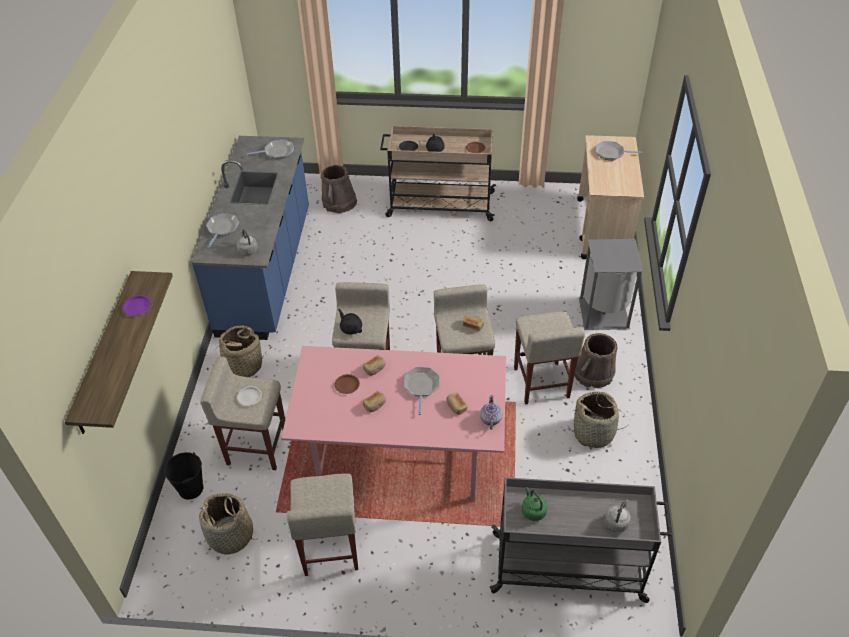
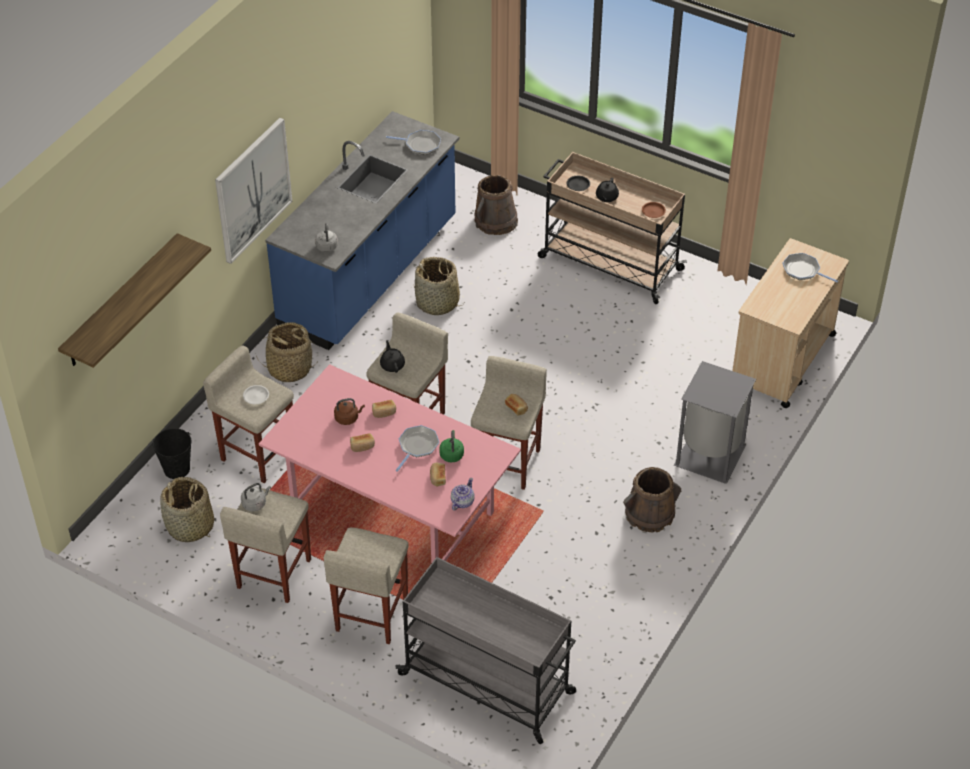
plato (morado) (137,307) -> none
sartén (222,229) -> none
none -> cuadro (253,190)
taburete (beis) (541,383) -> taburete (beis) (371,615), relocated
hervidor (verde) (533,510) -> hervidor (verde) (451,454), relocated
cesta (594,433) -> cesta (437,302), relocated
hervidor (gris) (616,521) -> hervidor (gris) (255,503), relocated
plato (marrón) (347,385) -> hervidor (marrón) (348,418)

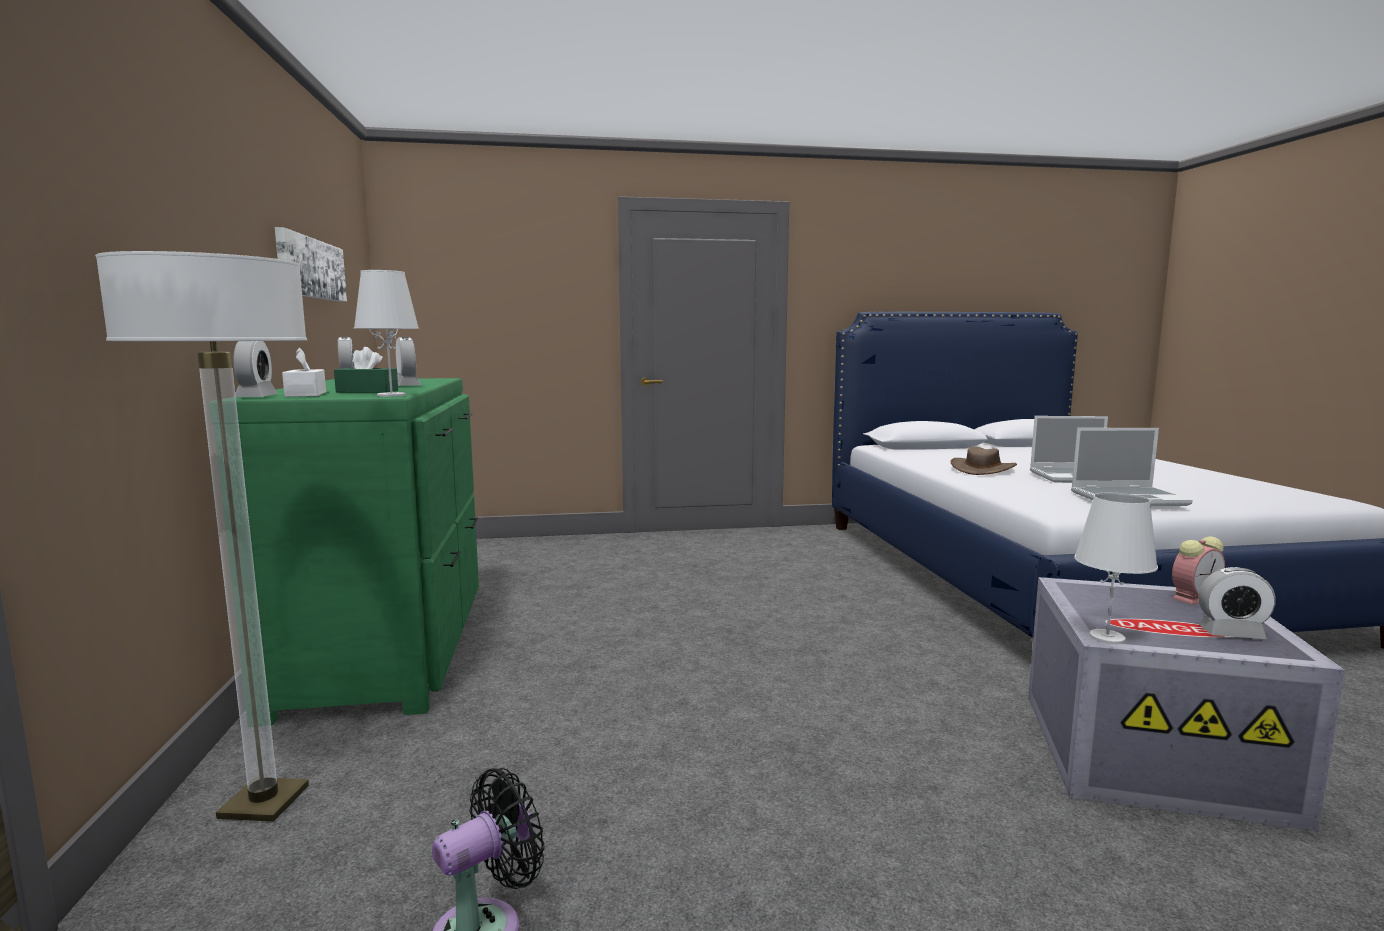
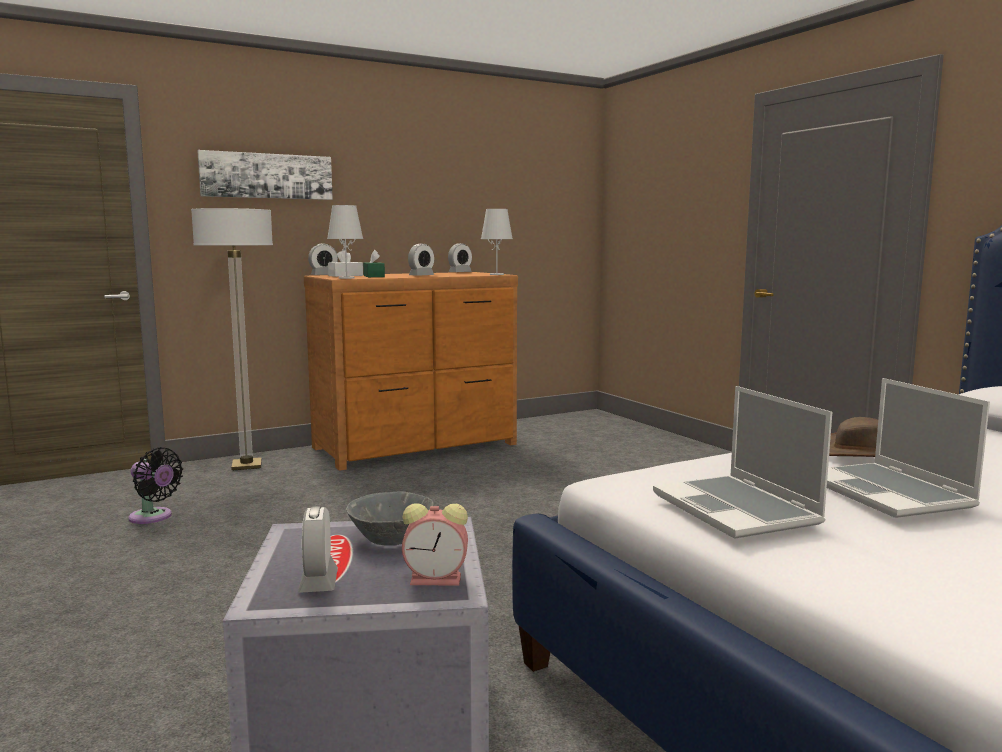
none -> cuenco (gris) (390,538)
cuadro (310,268) -> cuadro (267,176), relocated
lámpara de mesa (blanco) (1107,637) -> lámpara de mesa (blanco) (497,274), relocated
cómoda (verde) (389,647) -> cómoda (marrón) (417,446)
despertador (1194,598) -> despertador (438,579), 45 degrees counterclockwise

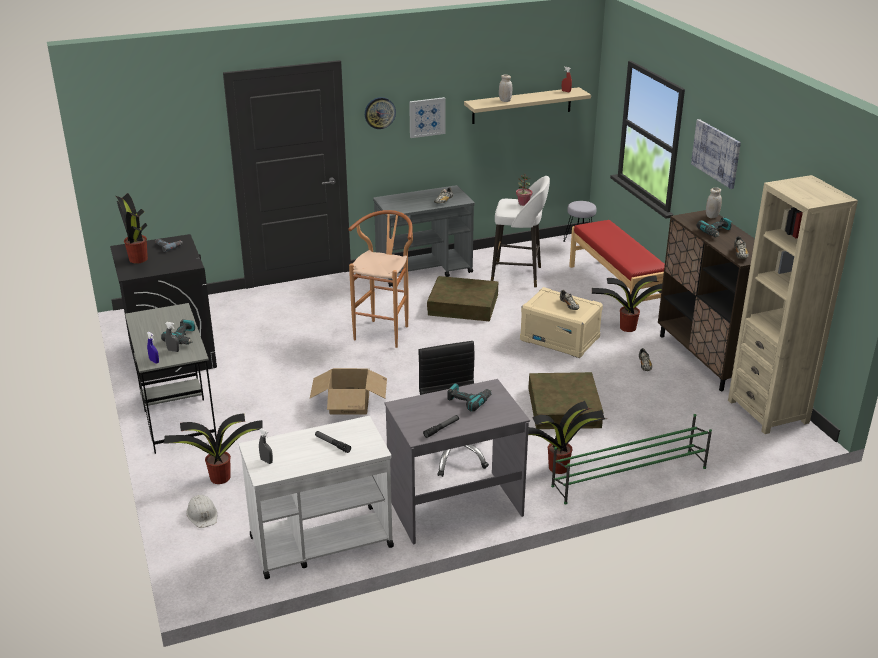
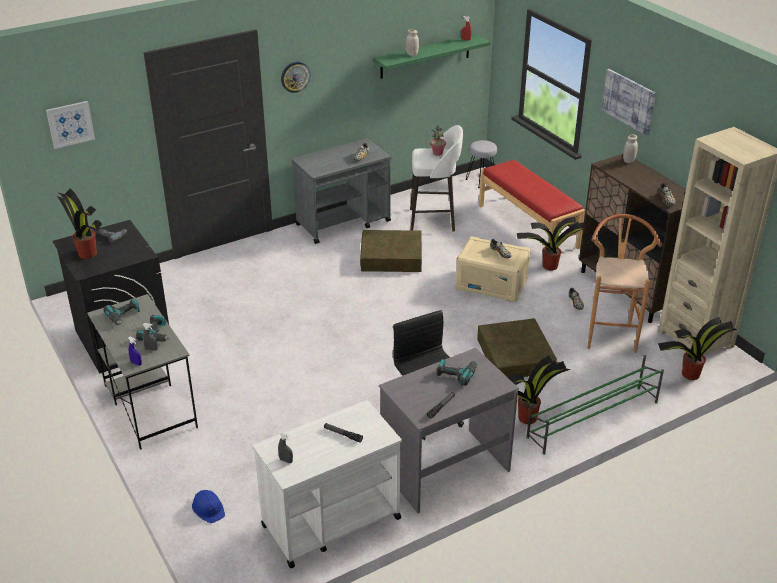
caja de cartón (350,403) -> none
planta en maceta (218,478) -> planta en maceta (689,374), relocated
taburete (marrón) (385,330) -> taburete (marrón) (611,333), relocated
cuadro (427,117) -> cuadro (70,124), relocated
taladro (716,232) -> taladro (124,316), relocated
casco (blanco) (202,514) -> casco (azul) (208,508)
estante (beis) (522,105) -> estante (verde) (425,56)

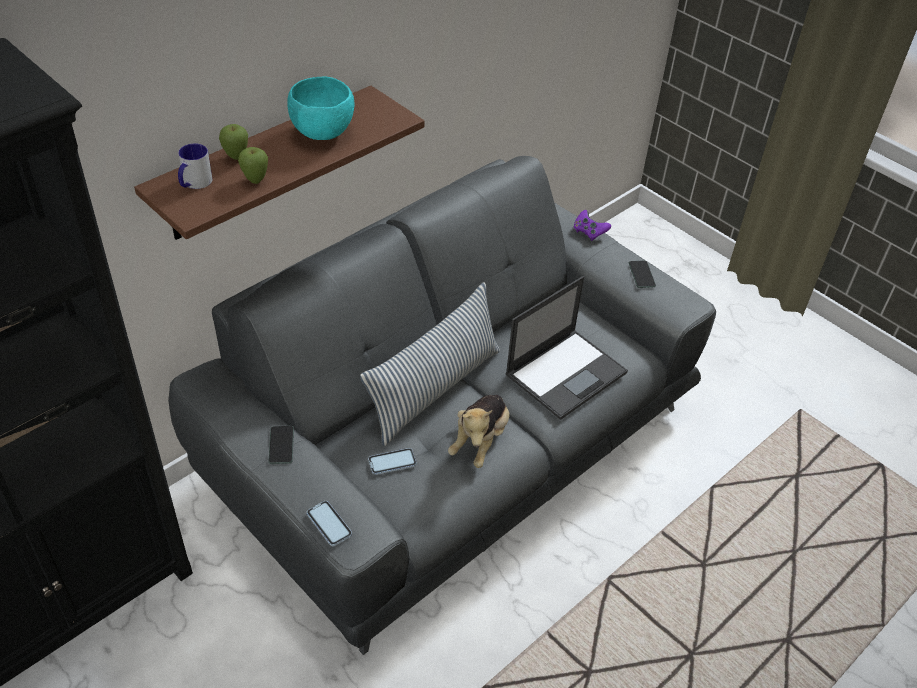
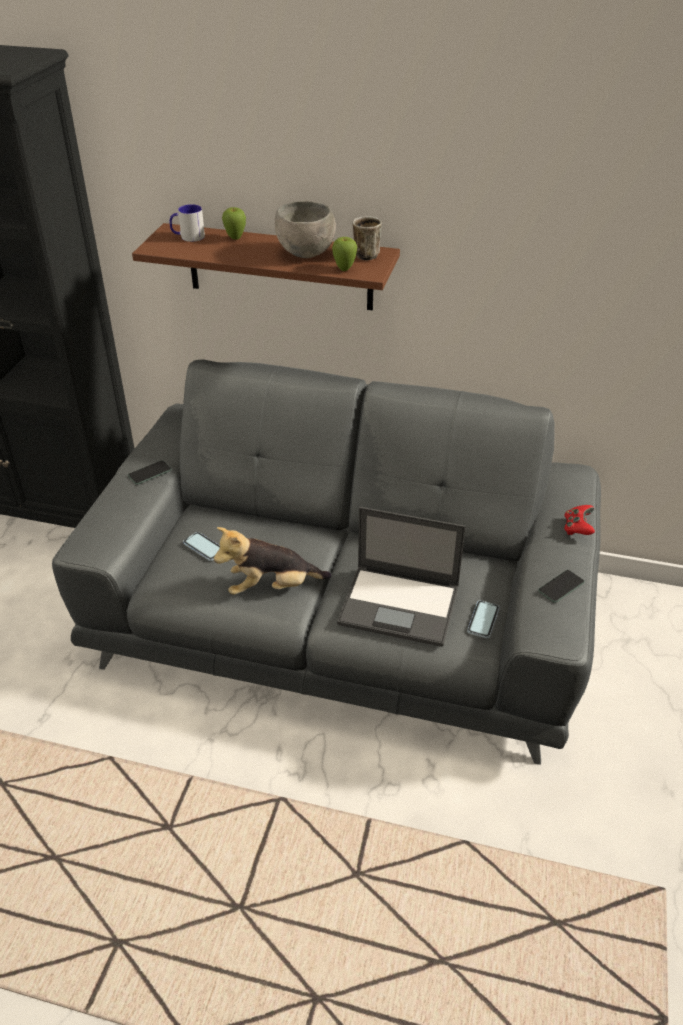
cojín (434,389) -> none
none -> taza grande (367,254)
manzana (255,181) -> manzana (344,269), relocated
móvil (329,524) -> móvil (483,620), relocated
cuenco (turquesa) (323,133) -> cuenco (gris) (306,254)
mando de consola (morado) (589,232) -> mando de consola (rojo) (577,528)

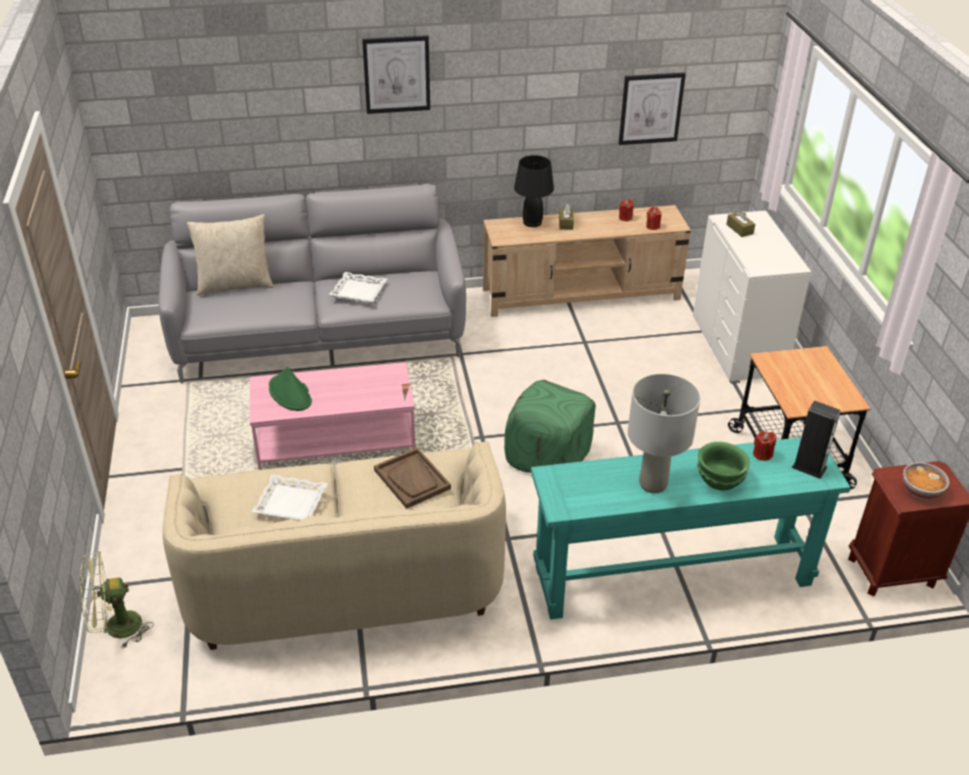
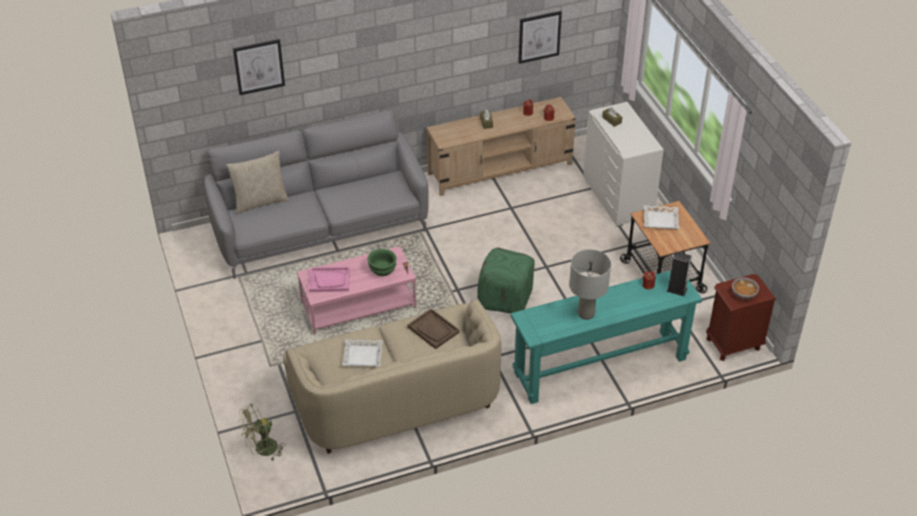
lámpara de mesa (negro) (532,222) -> none
bandeja (blanco) (358,292) -> bandeja (blanco) (660,220), relocated
cuadro (396,74) -> cuadro (259,66), relocated
cuenco (verde) (719,478) -> cuenco (verde) (382,269), relocated
sombrero (verde) (290,394) -> bandeja (rosa) (329,280)

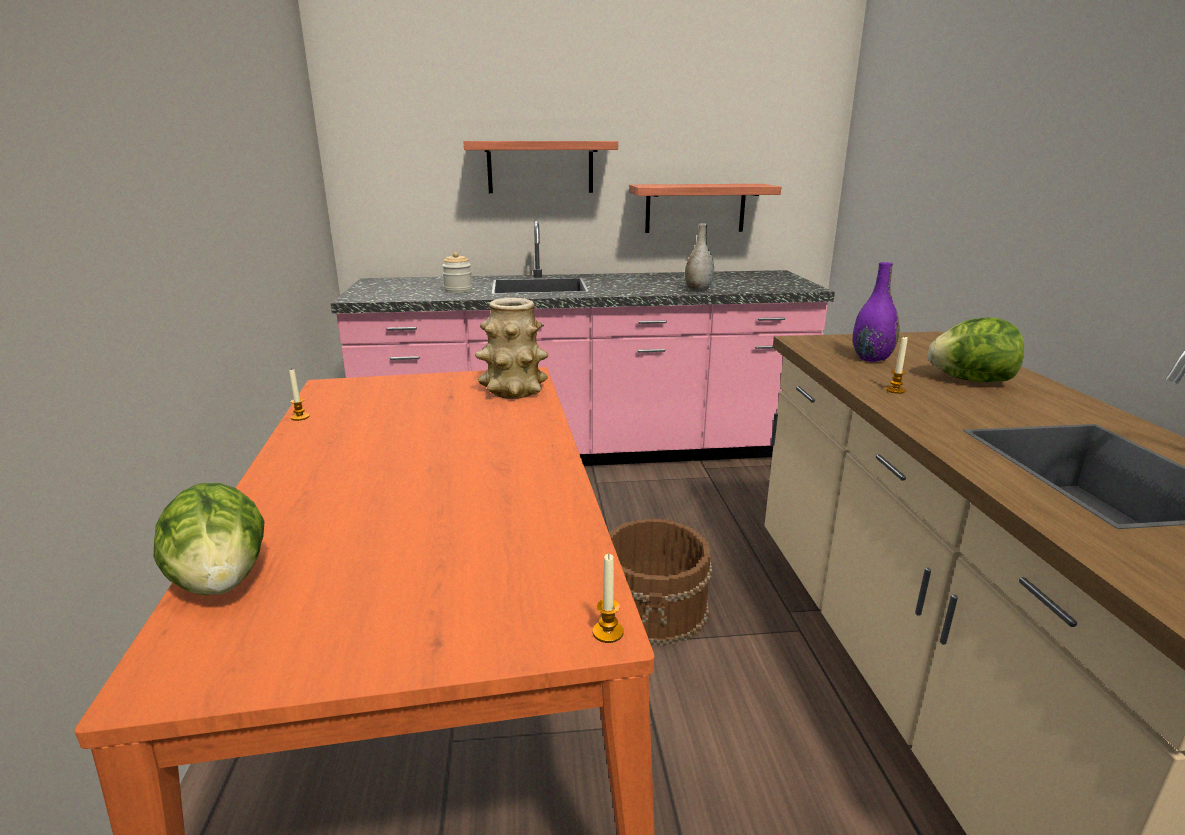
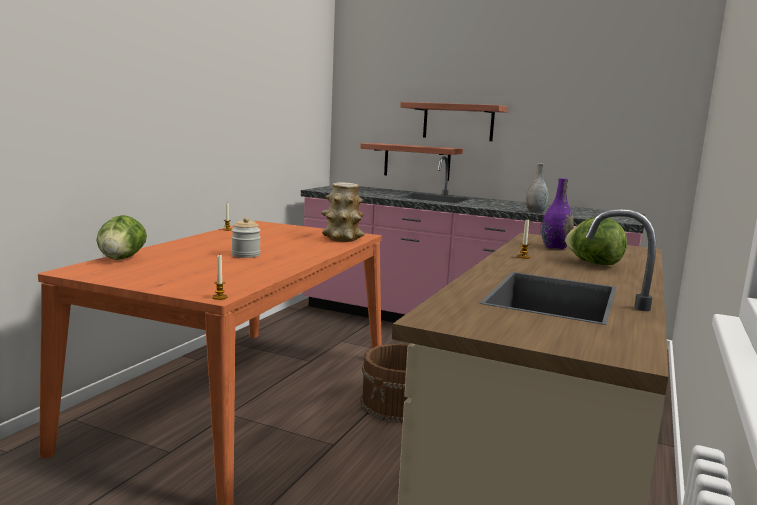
tarro (458,290) -> tarro (246,255), relocated
estante (695,208) -> estante (417,161), relocated

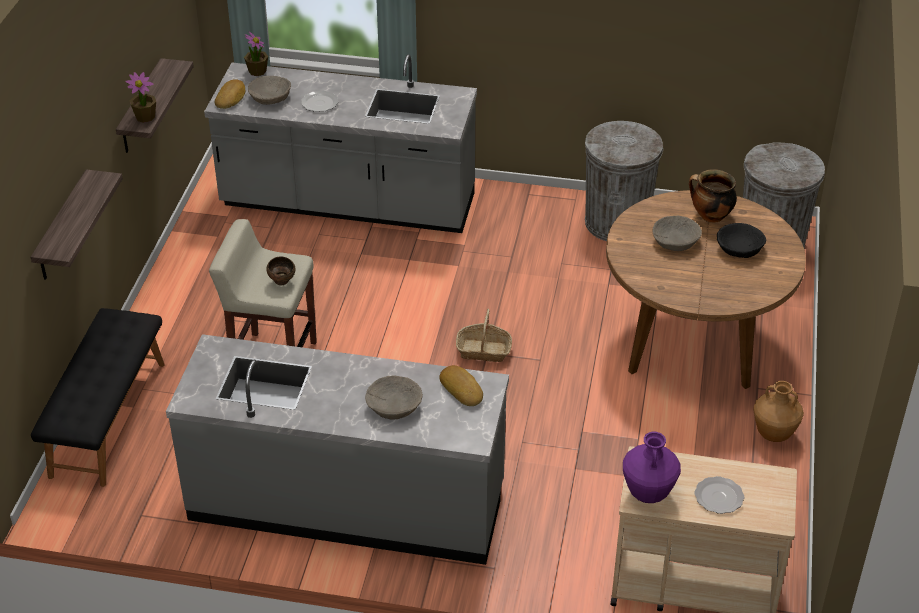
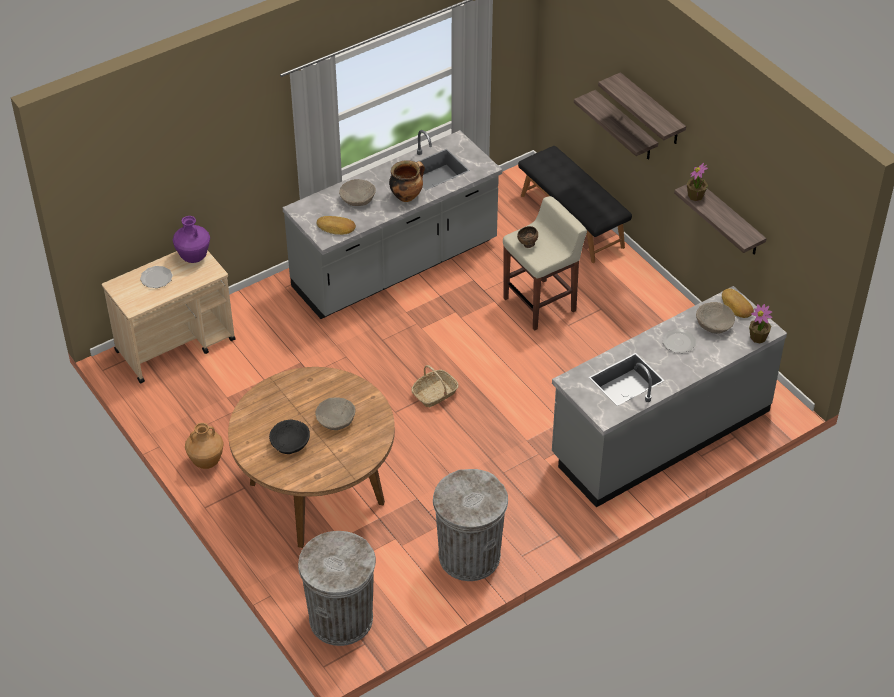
none -> estante (651,110)
olla (710,216) -> olla (407,196), relocated

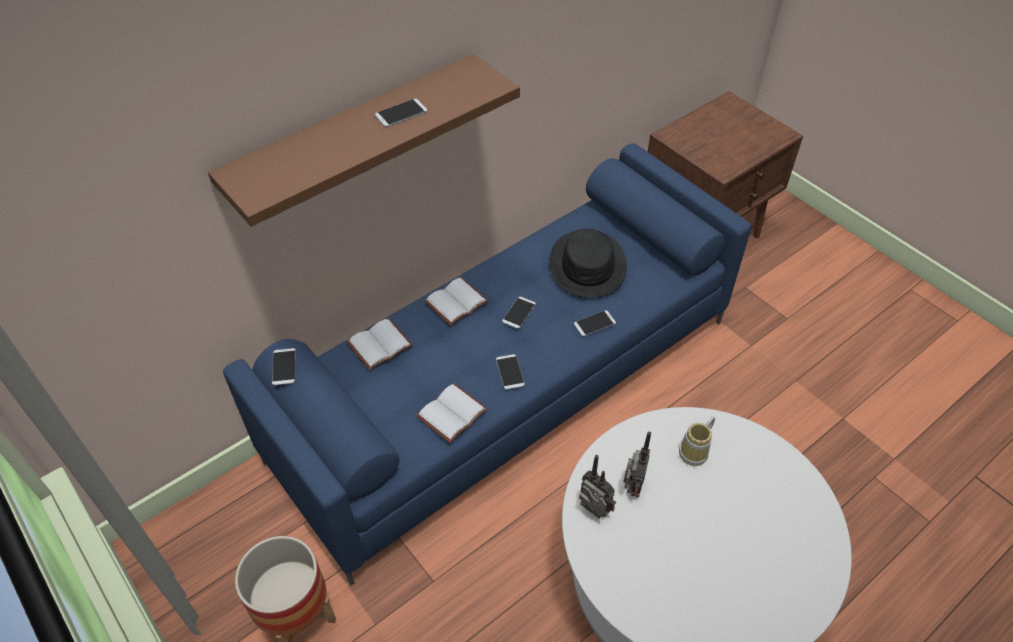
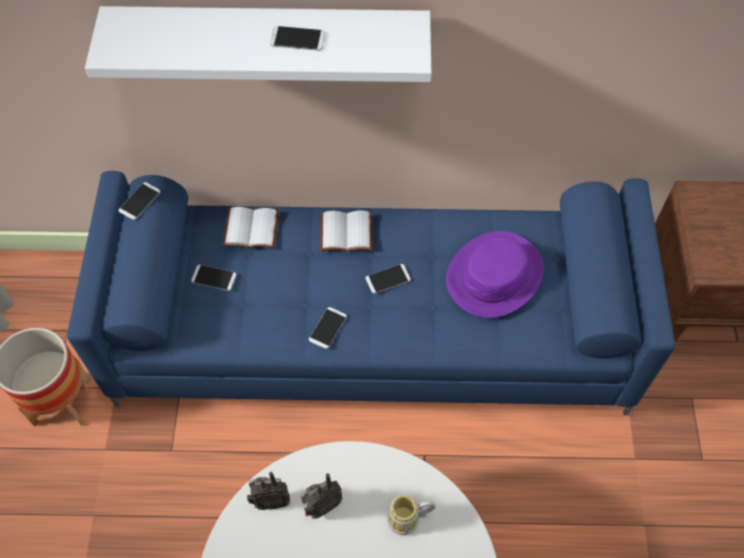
libro (blanco) (452,415) -> none
móvil (594,323) -> móvil (214,278), relocated
estante (marrón) (355,139) -> estante (blanco) (268,38)
sombrero (negro) (588,265) -> sombrero (morado) (494,275)
radio (593,513) -> radio (271,501), 90 degrees clockwise

